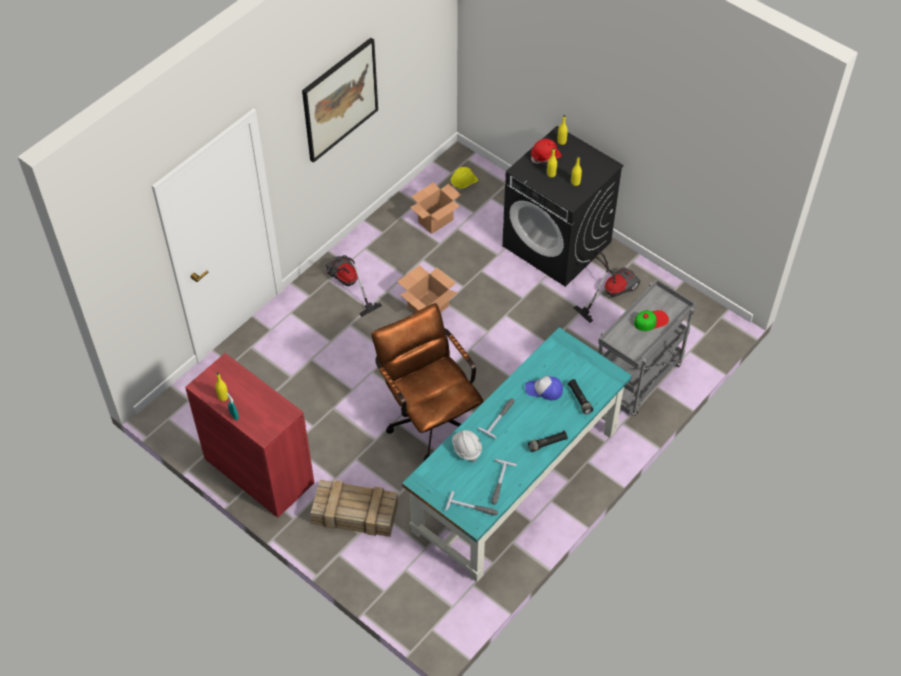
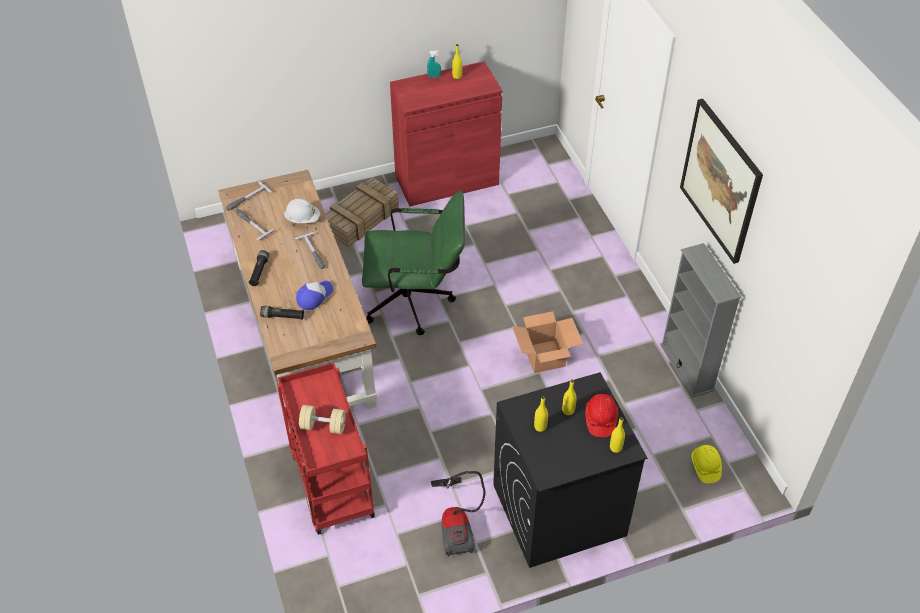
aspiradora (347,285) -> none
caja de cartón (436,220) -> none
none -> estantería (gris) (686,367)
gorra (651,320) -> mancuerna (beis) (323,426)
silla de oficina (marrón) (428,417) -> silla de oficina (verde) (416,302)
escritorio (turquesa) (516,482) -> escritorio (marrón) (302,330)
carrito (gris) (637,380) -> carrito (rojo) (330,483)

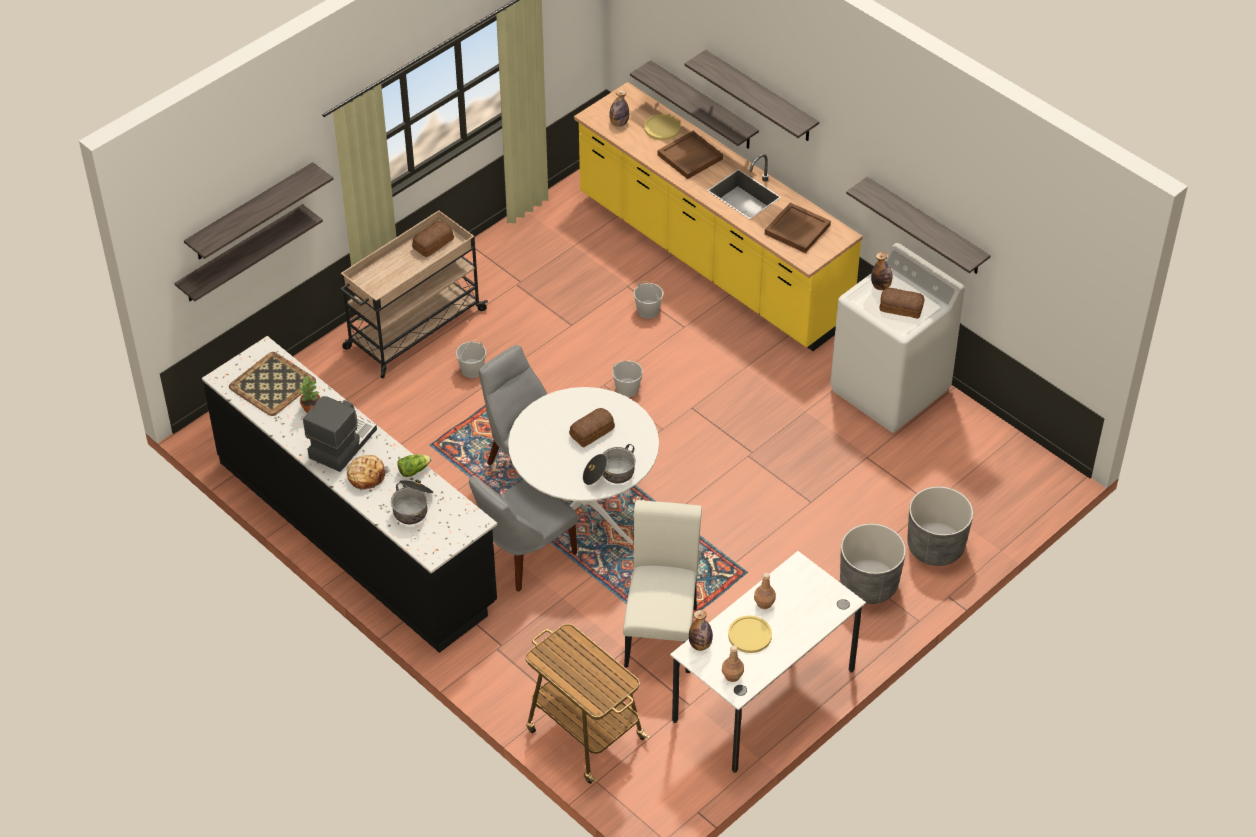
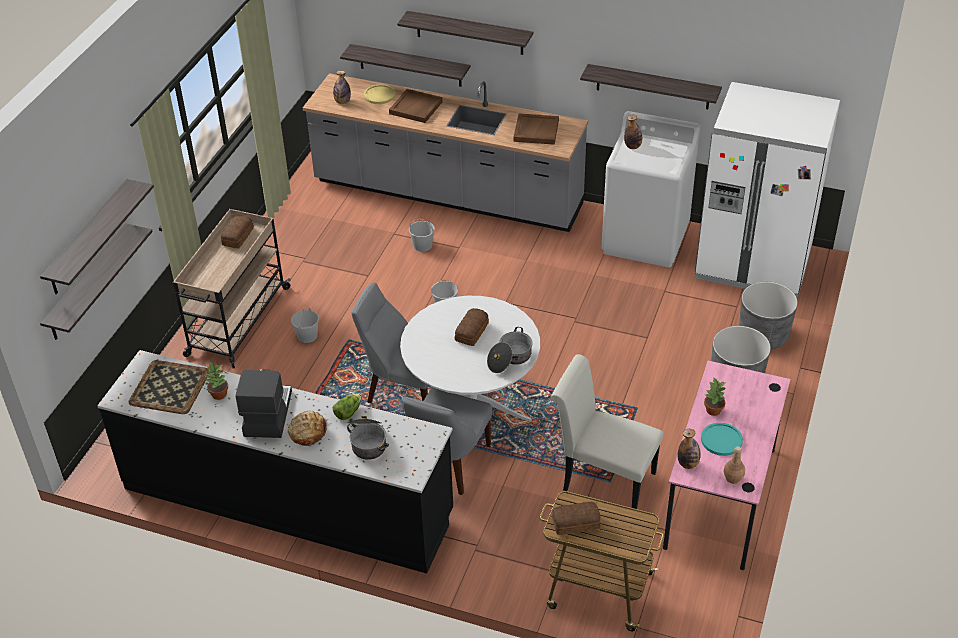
none -> nevera (blanco) (753,263)
pan (900,307) -> pan (575,522), relocated
botella (marrón) (764,603) -> planta en maceta (713,410)
mueble bajo de cocina (amarillo) (711,260) -> mueble bajo de cocina (gris) (447,195)
escritorio (blanco) (763,695) -> escritorio (rosa) (720,497)
plato (amarillo) (749,635) -> plato (turquesa) (721,440)
silla (blanco) (662,630) -> silla (blanco) (602,479), 45 degrees counterclockwise

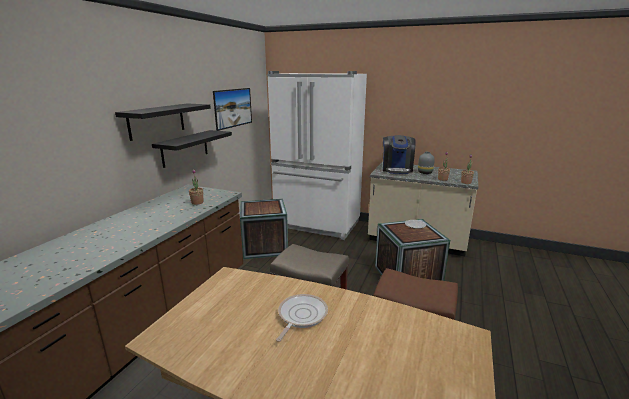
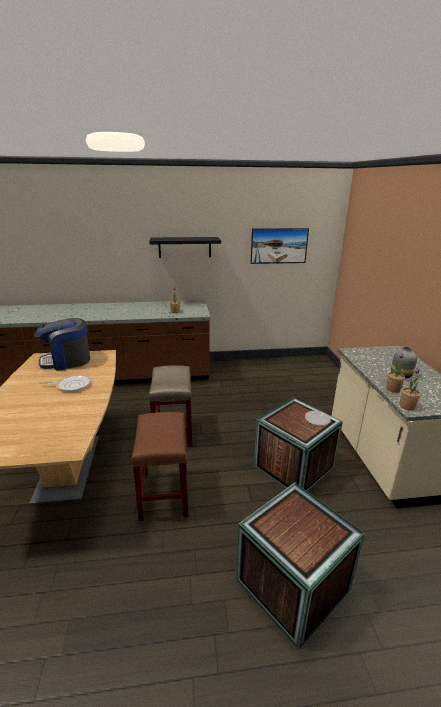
estante (negro) (185,148) -> none
nevera (blanco) (317,225) -> none
caja de embalaje (264,246) -> caja de embalaje (292,584), relocated
cafetera (397,169) -> cafetera (67,361), relocated

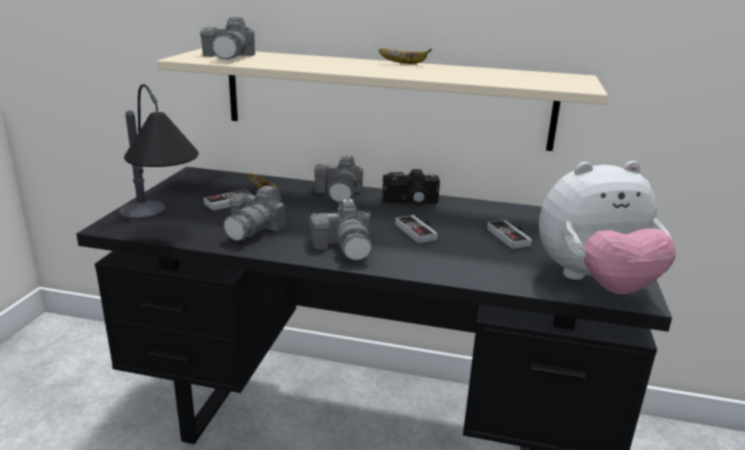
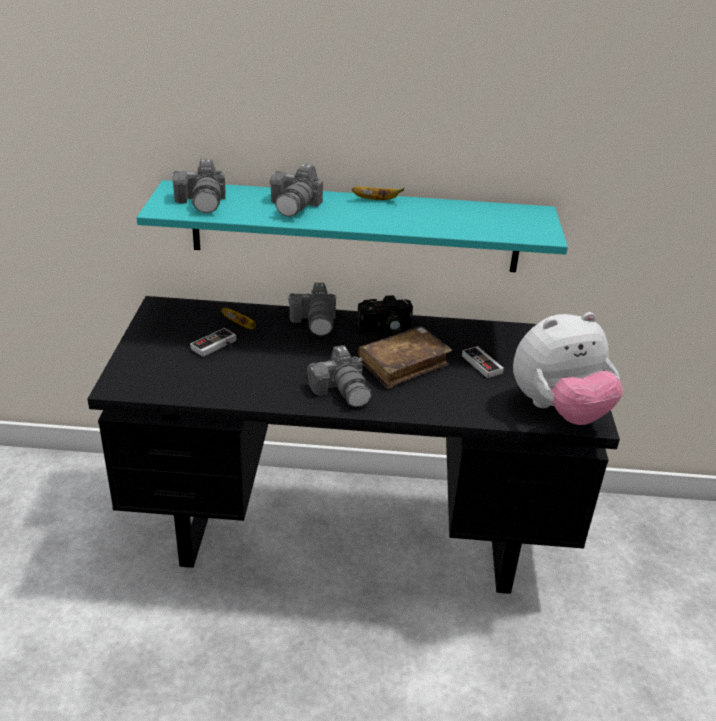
lámpara de mesa (160,226) -> none
cámara (254,229) -> cámara (295,205), relocated
mando de consola (420,231) -> libro (marrón) (403,365)
estante (beis) (385,98) -> estante (turquesa) (355,227)

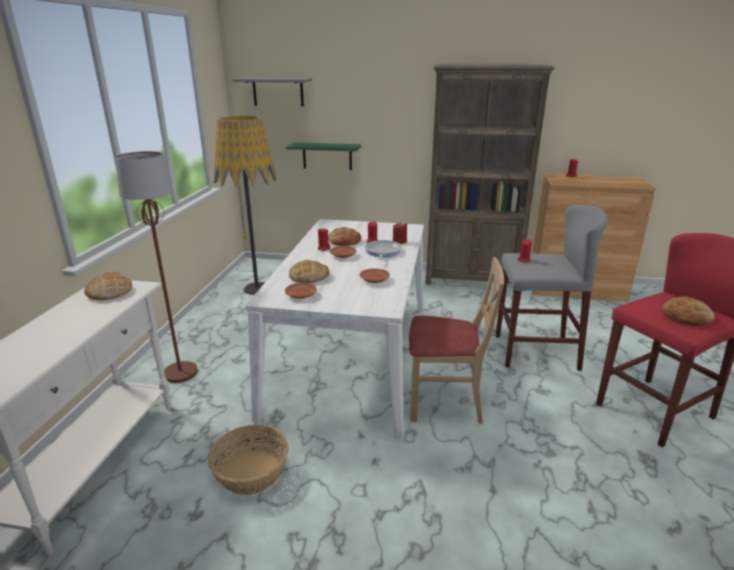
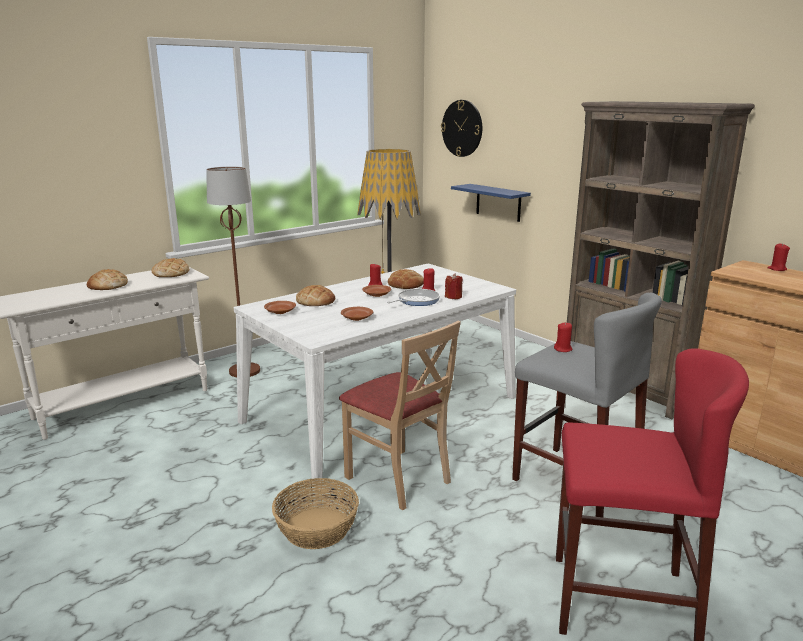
cesta (251,472) -> cesta (317,528), relocated
pan (686,316) -> pan (107,285), relocated
estante (gris) (278,92) -> reloj de pared (462,128)
estante (verde) (327,156) -> estante (azul) (498,202)

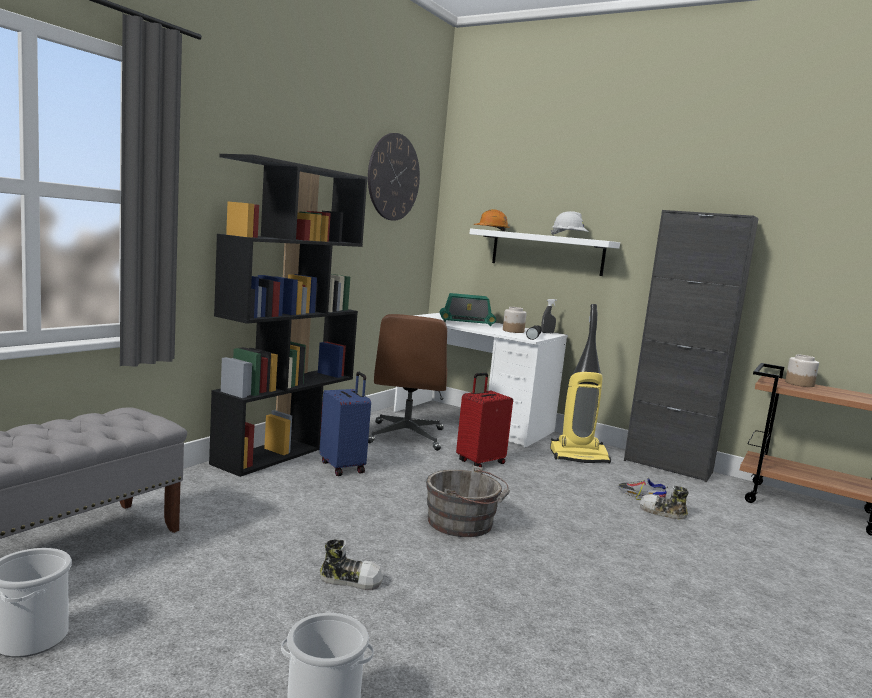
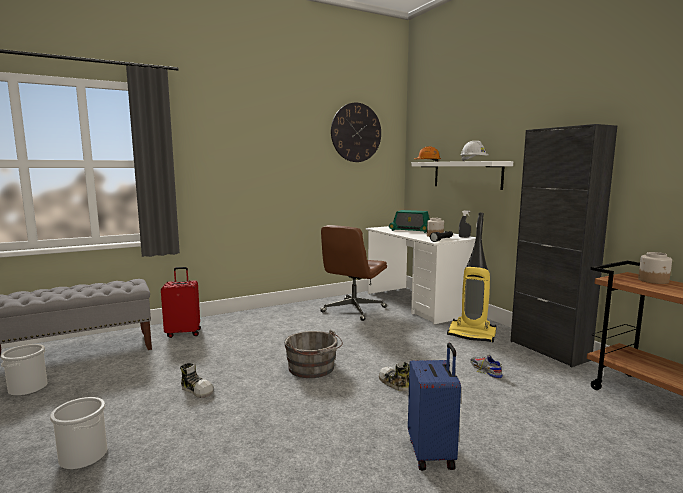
estantería (negro) (284,450) -> none
maleta (azul) (343,467) -> maleta (azul) (432,453), relocated
maleta (rojo) (480,462) -> maleta (rojo) (183,333), relocated
zapato (662,512) -> zapato (394,383), relocated

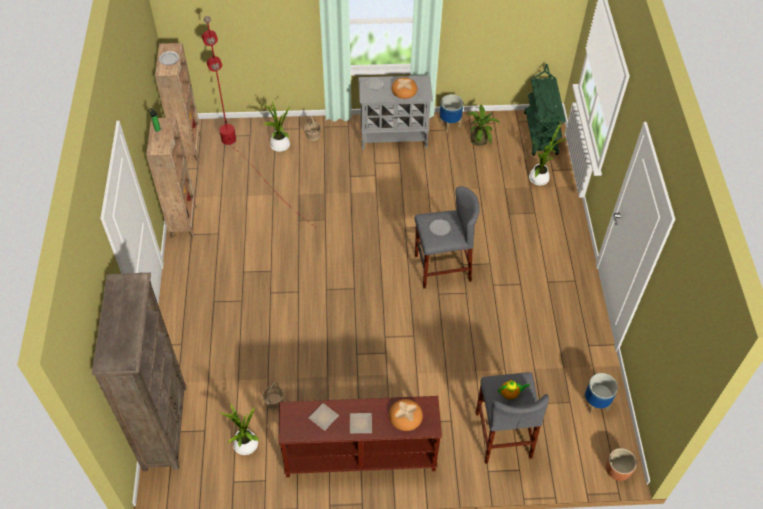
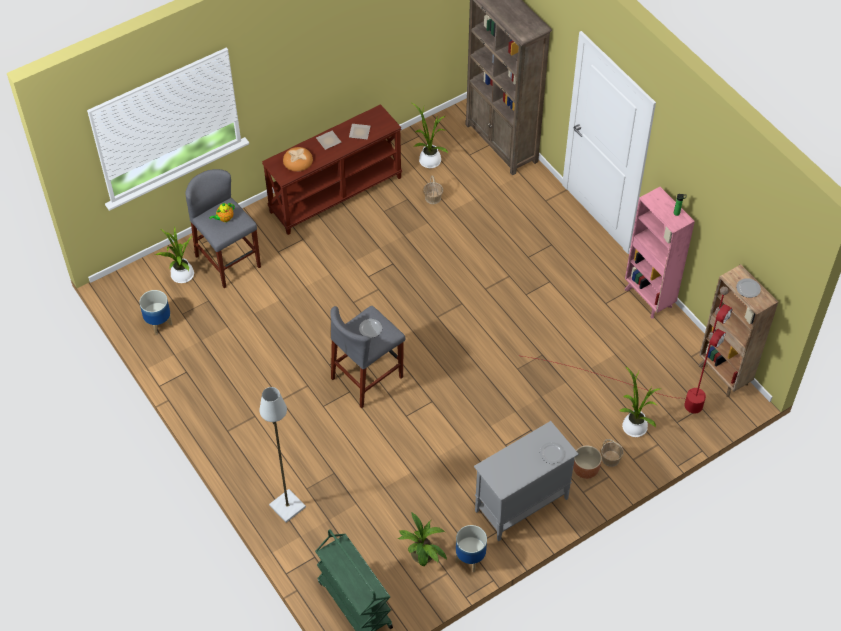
pan (404,90) -> none
none -> lámpara de pie (gris) (286,506)
planta en maceta (540,178) -> planta en maceta (181,276), relocated
maceta (marrón) (617,471) -> maceta (marrón) (585,469), relocated
estantería (marrón) (184,221) -> estantería (rosa) (648,299)

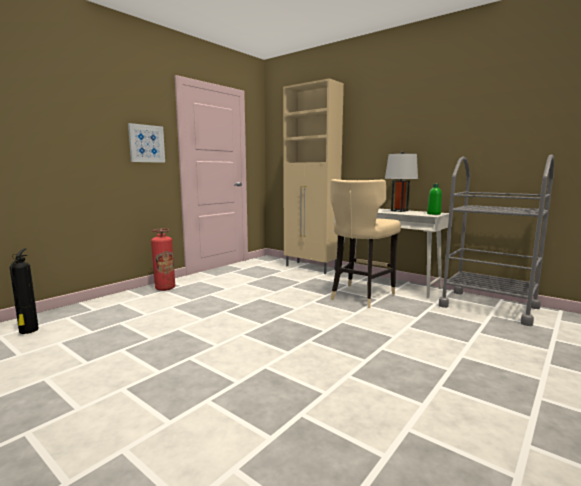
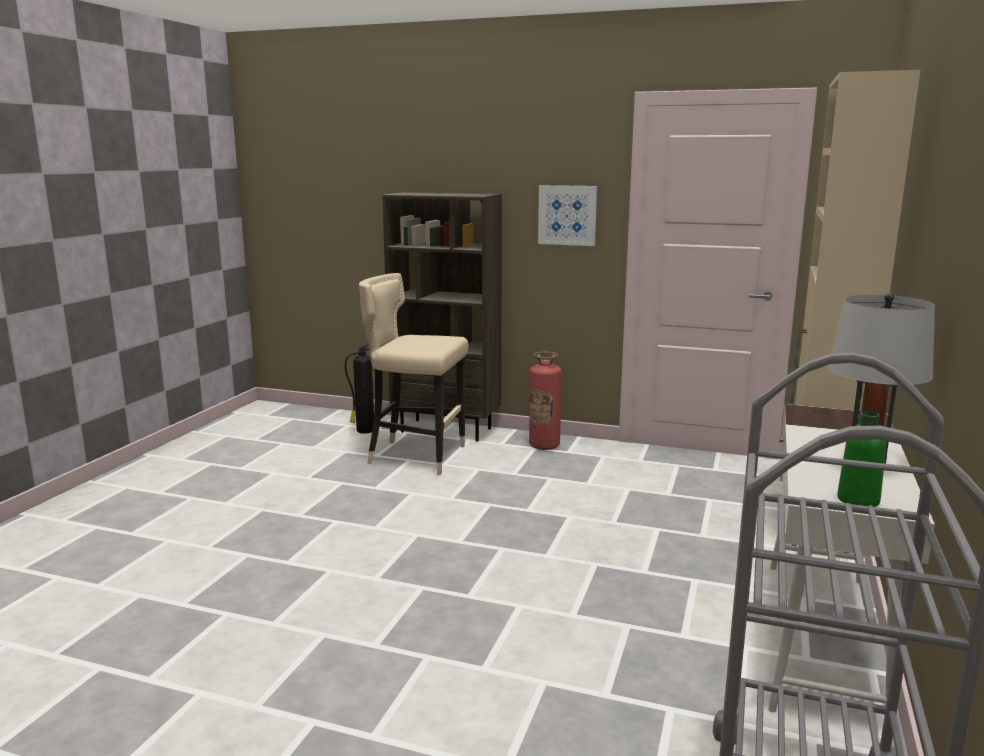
none -> estantería (marrón) (447,430)
taburete (beis) (360,296) -> taburete (beis) (416,456), relocated

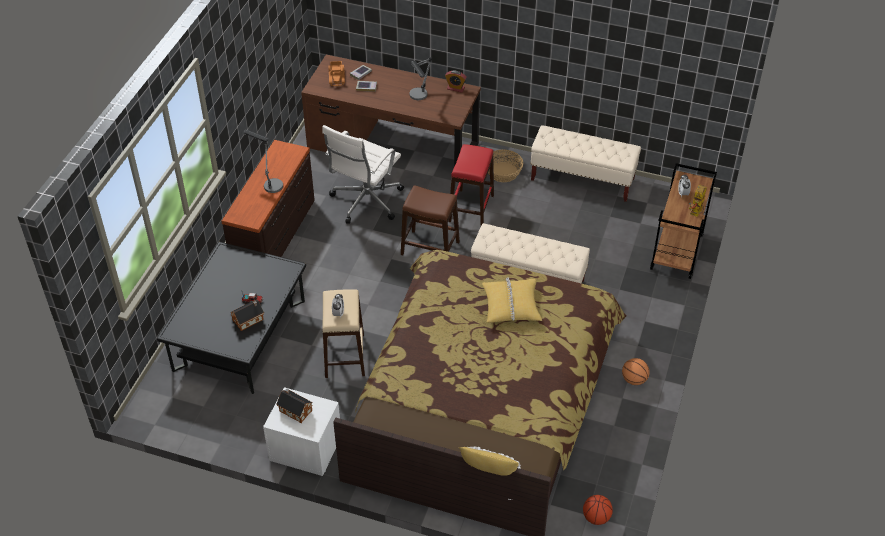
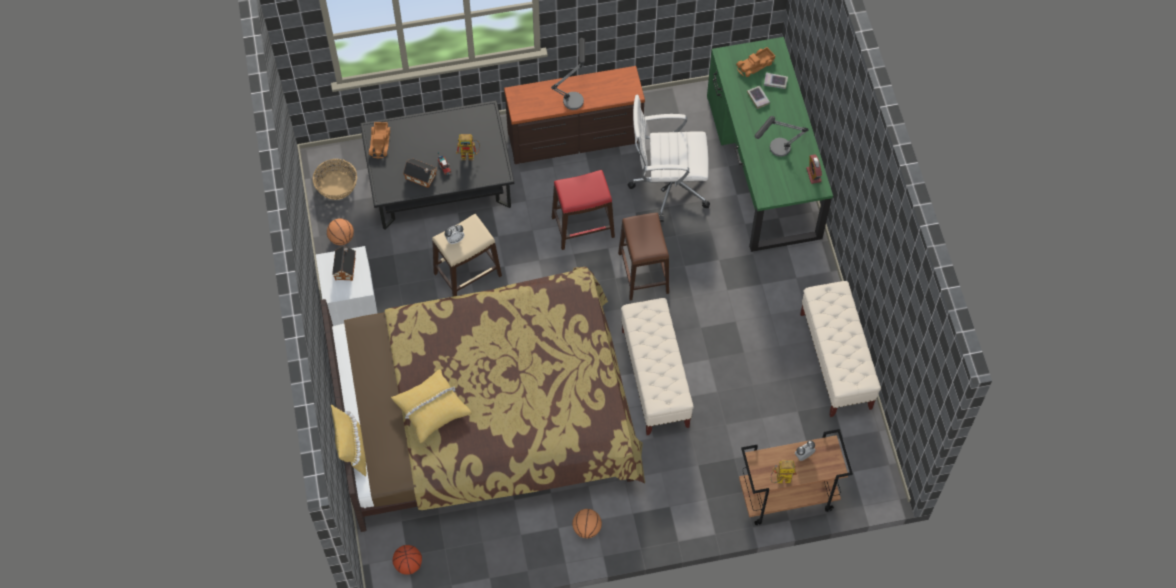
none -> balón de baloncesto (341,238)
none -> camión de juguete (380,142)
none -> robot de juguete (470,155)
taburete (rojo) (471,208) -> taburete (rojo) (582,227), relocated
cojín (amarillo) (511,306) -> cojín (amarillo) (431,408), relocated
cesta (503,172) -> cesta (336,185), relocated
escritorio (marrón) (393,146) -> escritorio (verde) (763,166)

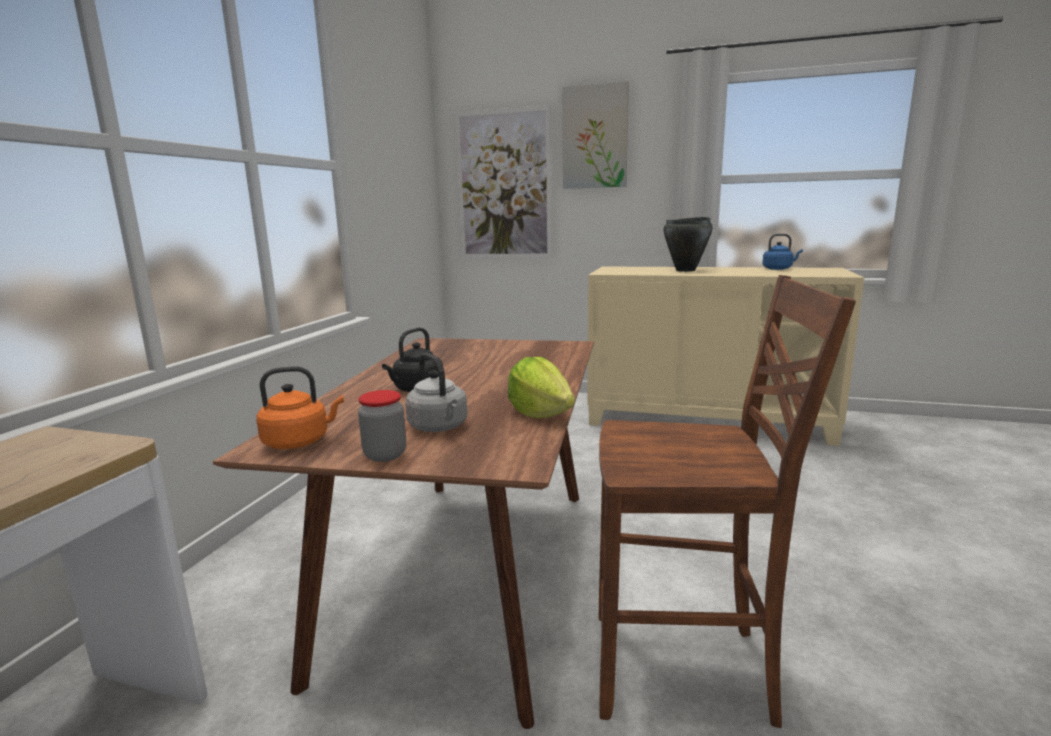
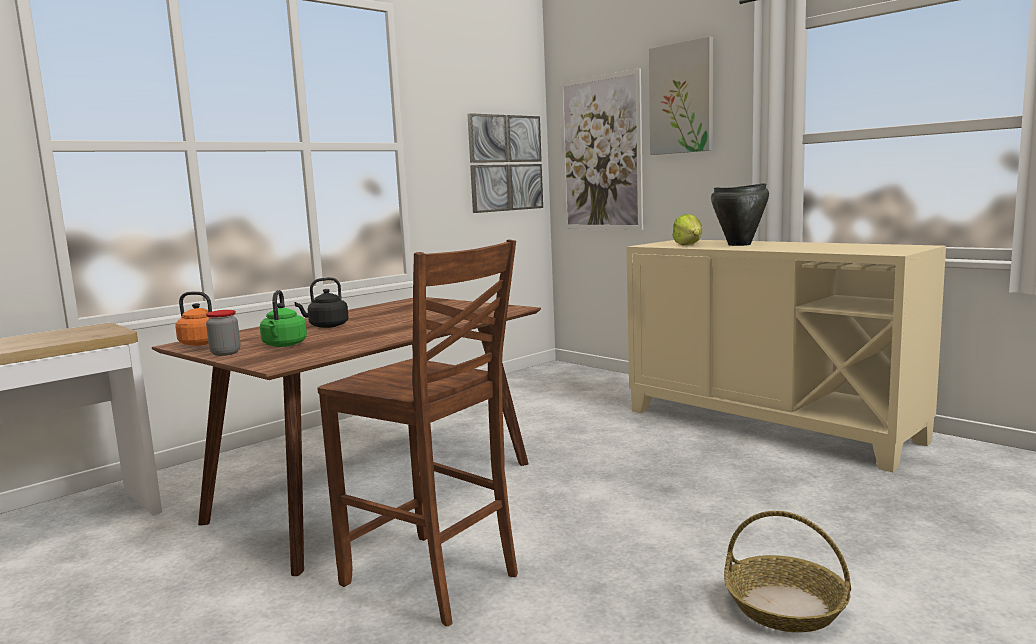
hervidor (azul) (778,269) -> none
none -> cuadro (505,163)
none -> cesta (786,607)
lechuga (540,413) -> lechuga (688,245), relocated
hervidor (gris) (439,427) -> hervidor (verde) (284,345)

